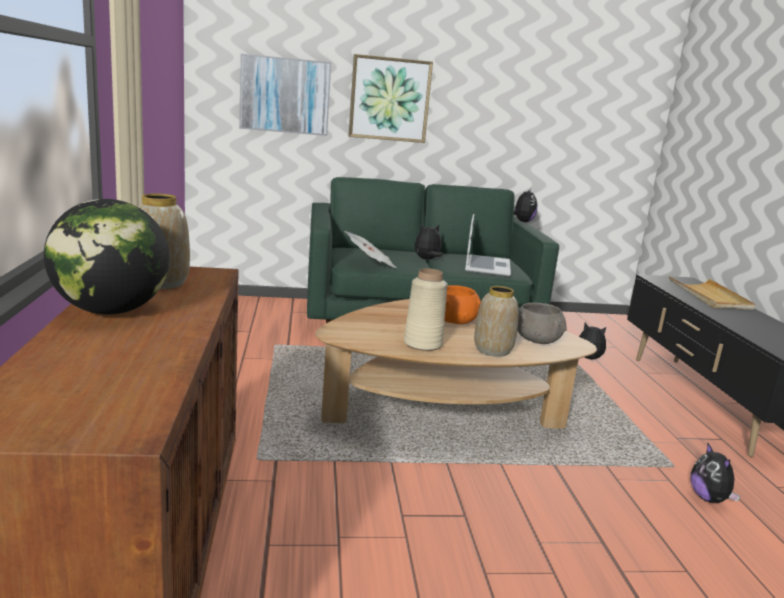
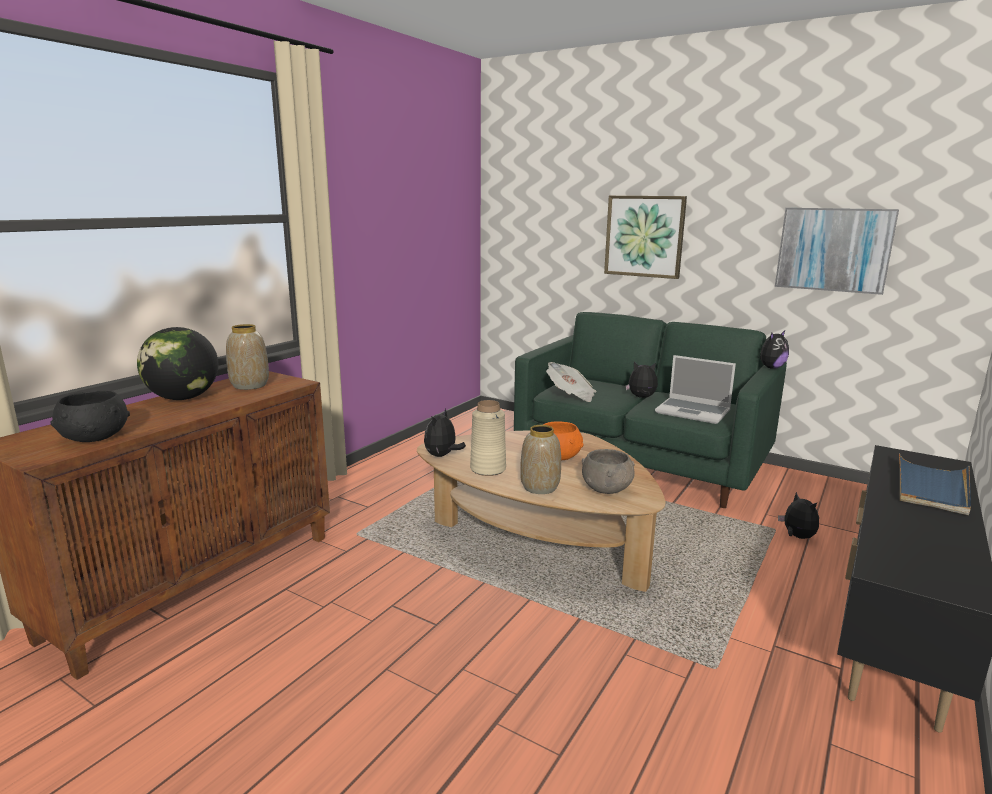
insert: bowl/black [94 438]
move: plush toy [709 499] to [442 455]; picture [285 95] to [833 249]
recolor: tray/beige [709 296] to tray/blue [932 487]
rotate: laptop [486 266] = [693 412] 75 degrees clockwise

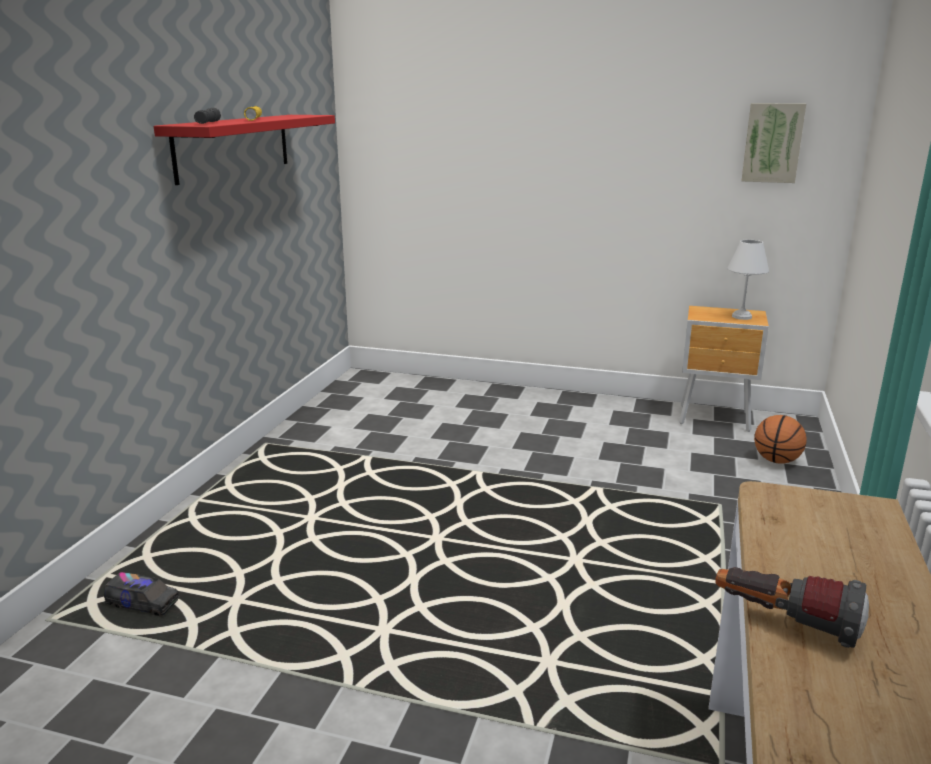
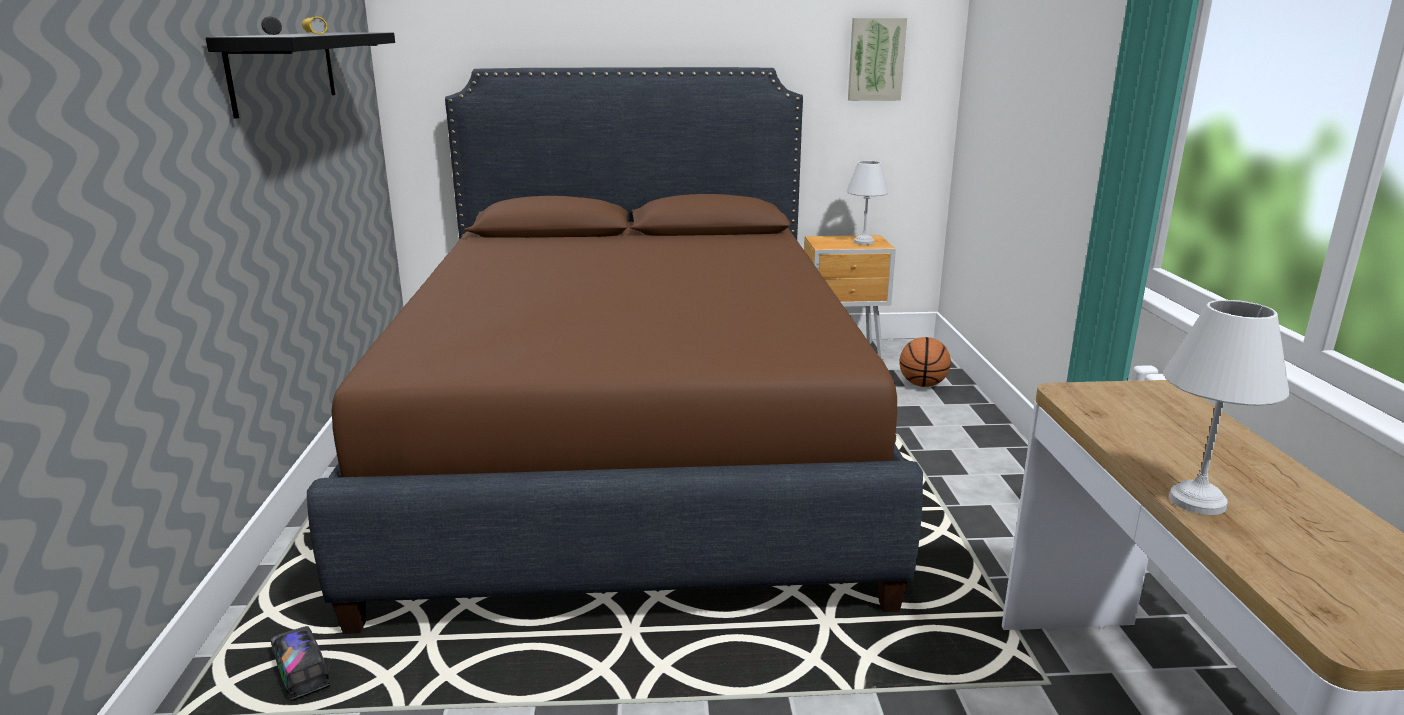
insert: bed/brown [631 446]
replace: flashlight [784 623] to table lamp/white [1194 500]
recolor: shelf/red [234 146] to shelf/black [284 70]
rotate: toy truck [143 605] = [301 671] 120 degrees counterclockwise

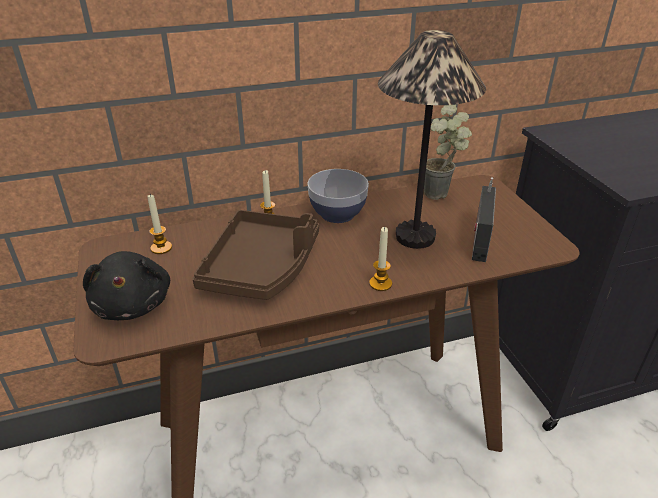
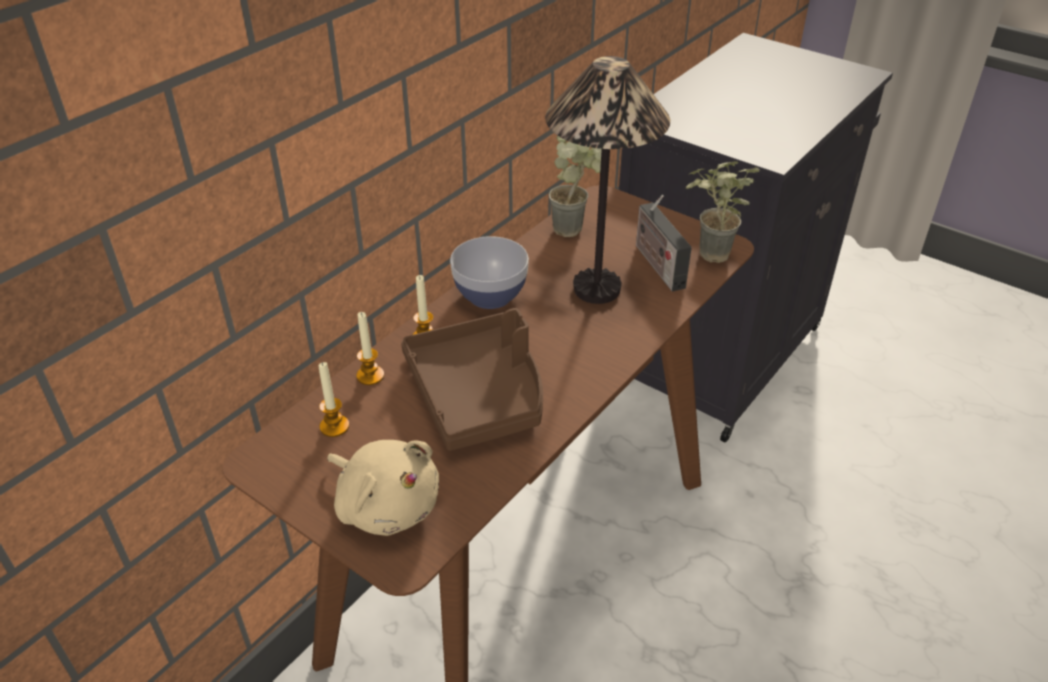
insert: potted plant [707 258]
move: candle [380 284] to [370 376]
recolor: plush toy/black [133 304] to plush toy/beige [386 505]

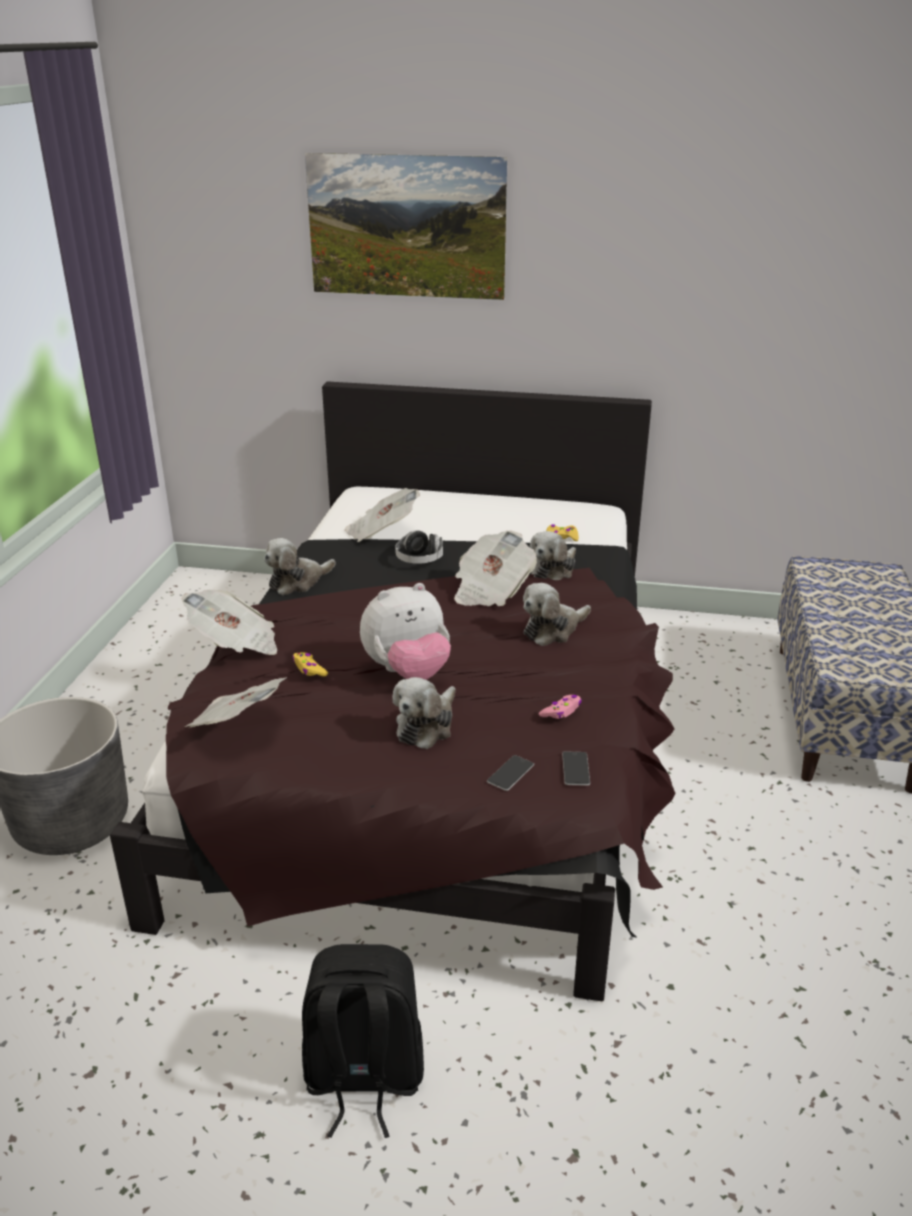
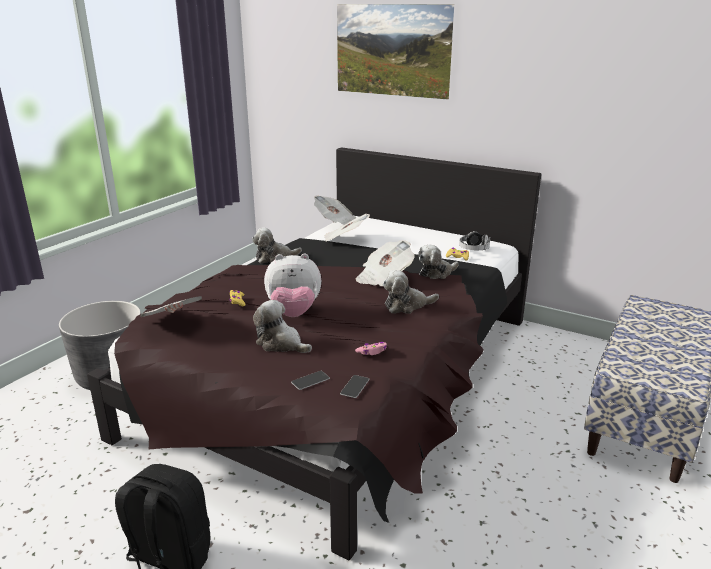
move: newspaper [235 644] to [336 223]; headphones [419 560] to [473 250]
rotate: plush toy [426 726] = [281 344] 75 degrees clockwise

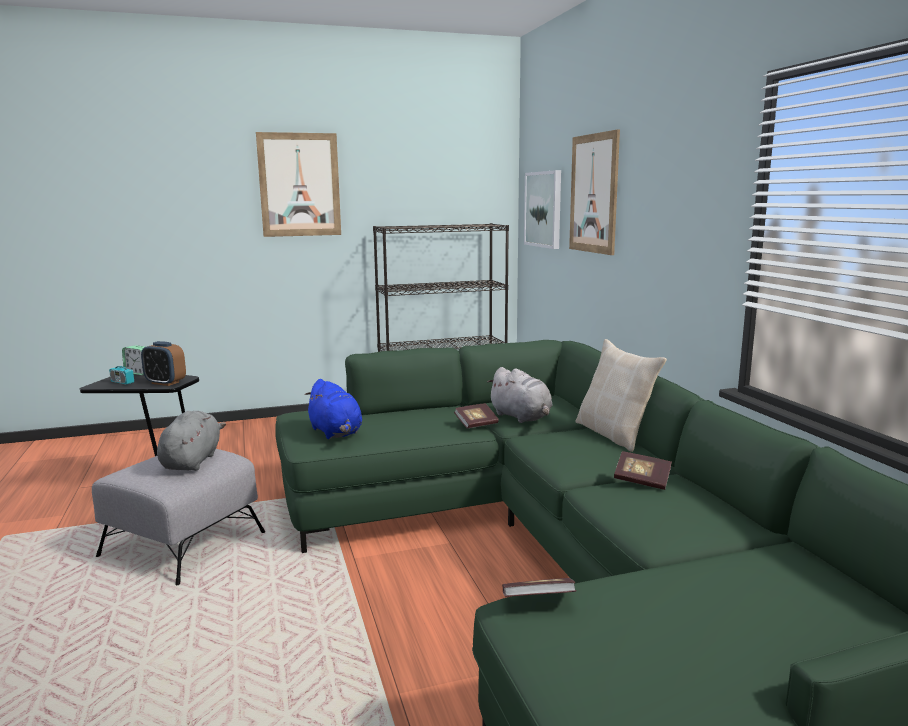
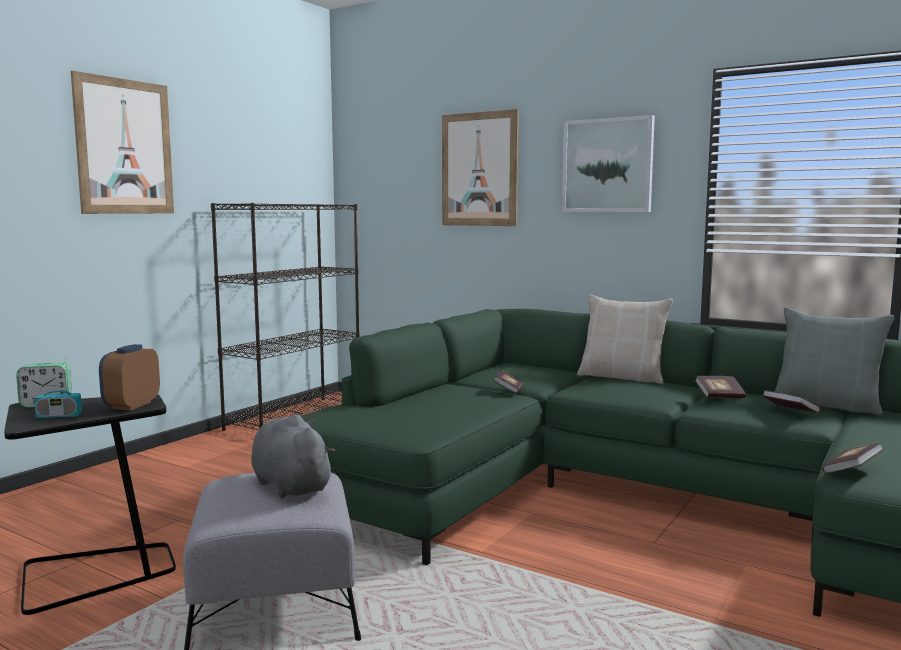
delete: plush toy/blue [336 433]; plush toy/grey [522 417]
insert: book [790 412]; pillow/grey [827 405]
move: picture [544 209] to [607 165]
rotate: alarm clock [165 383] = [131 405] 120 degrees clockwise

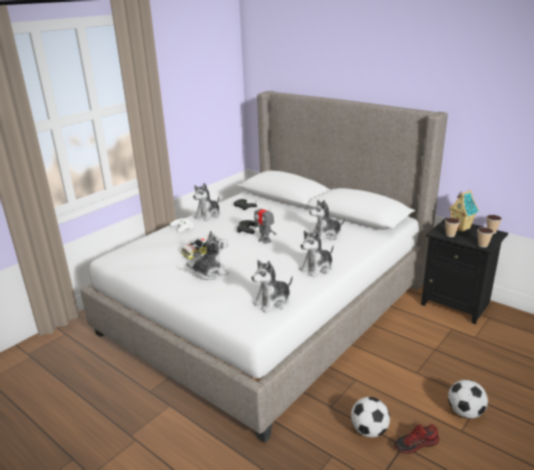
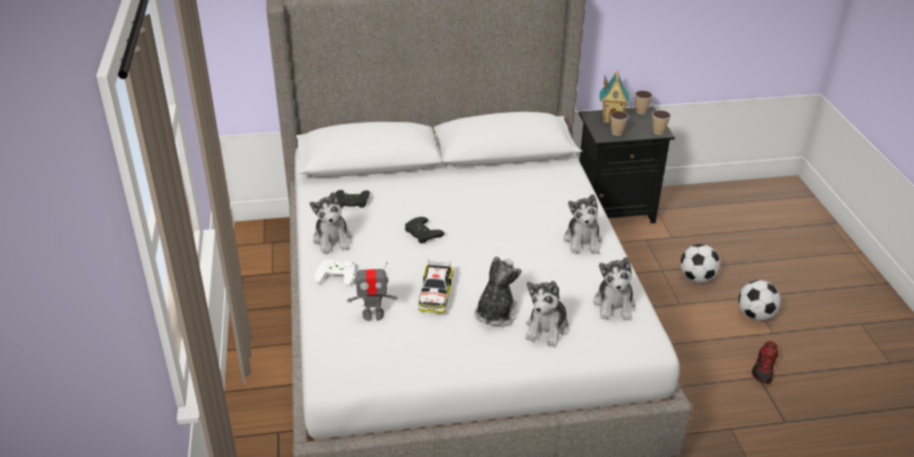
move: toy robot [265 240] to [373 314]; plush toy [326 235] to [547 328]; football [369 430] to [697 278]

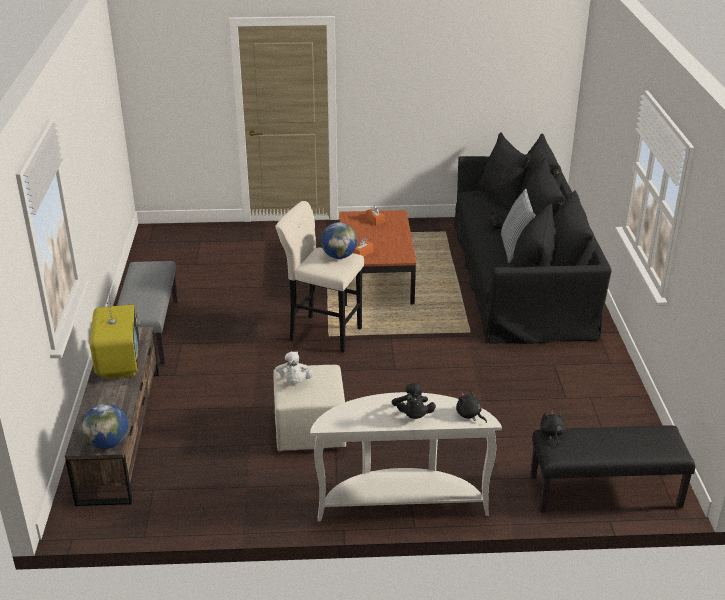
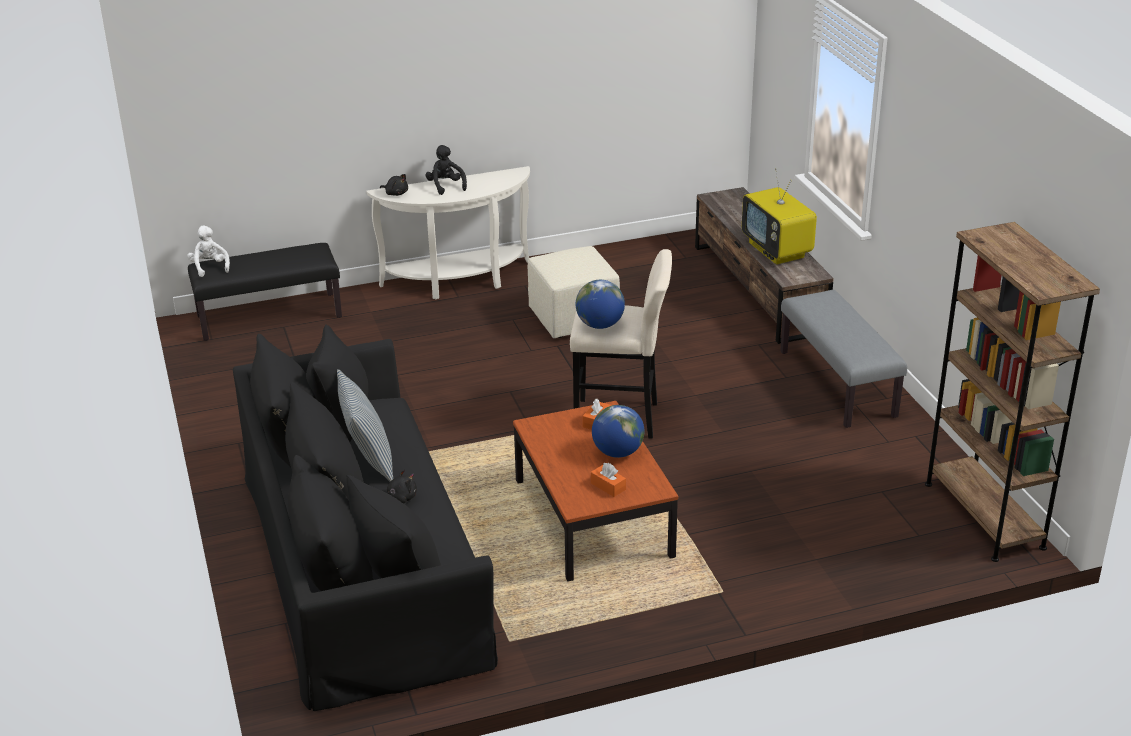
delete: plush toy/black [552 433]
insert: bookcase/brown [984 515]
move: plush toy/white [294 381] to [209 267]; globe [108 443] to [618 452]

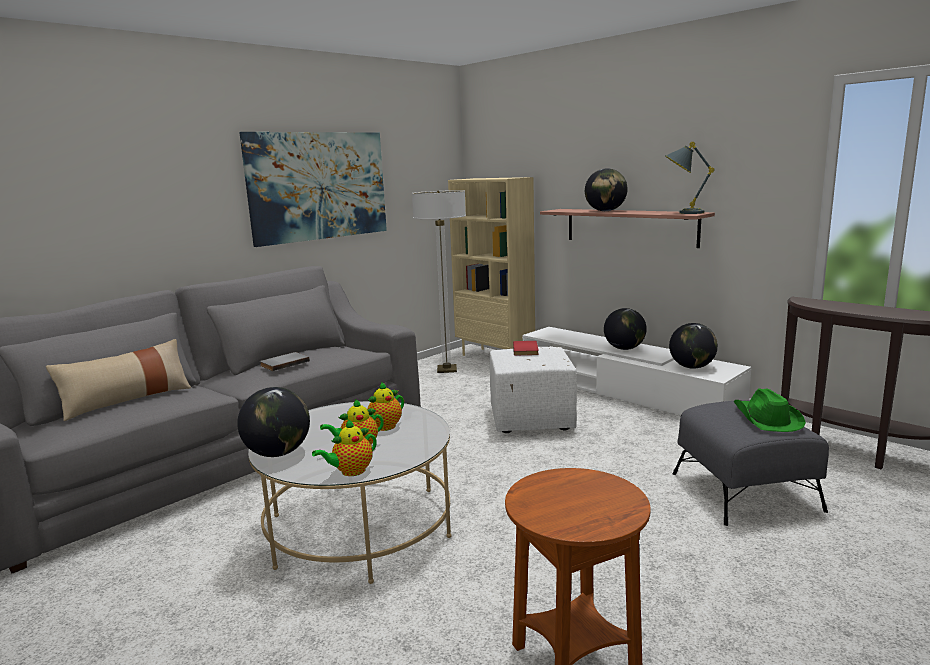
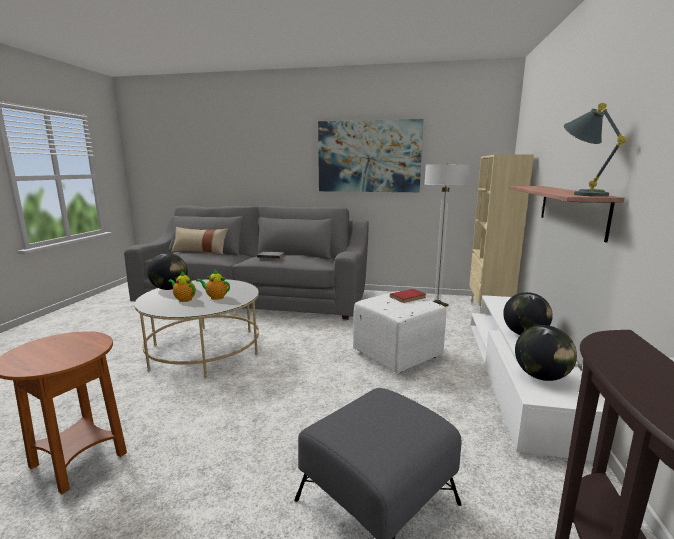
delete: teapot [350 471]; globe [605 211]; hat/green [766 418]

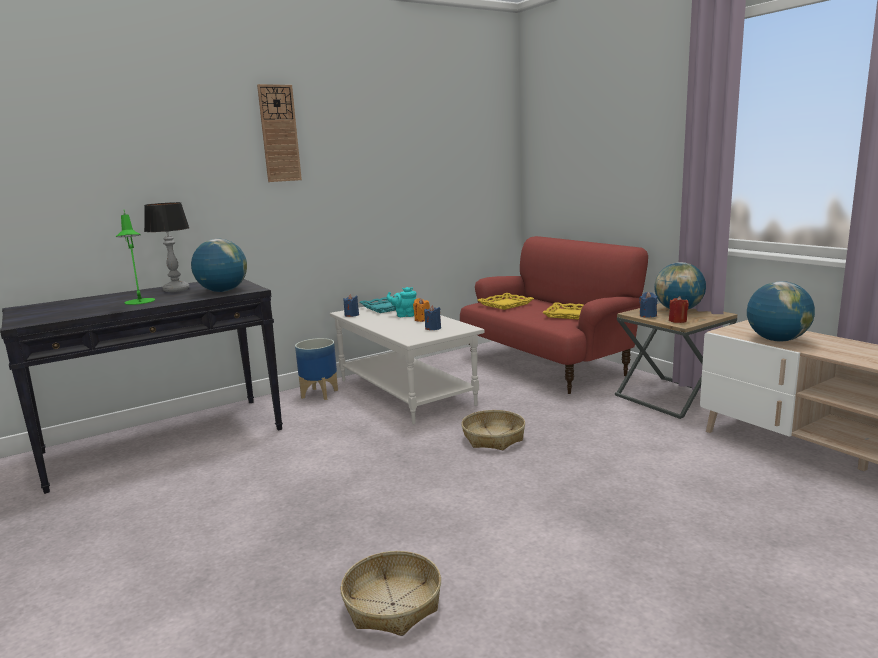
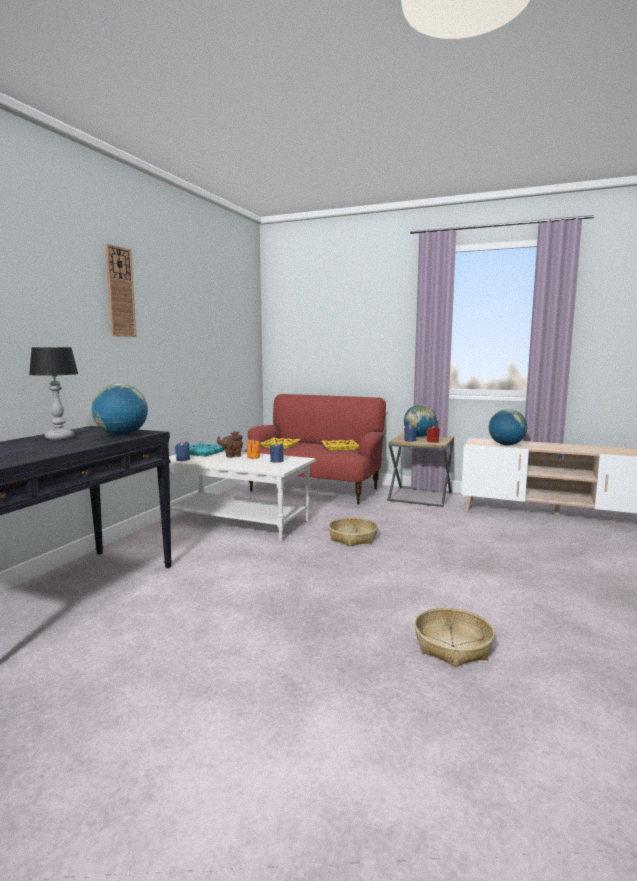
delete: table lamp/green [140 302]; planter [320 394]
recolor: teapot/turquoise [404 315] to teapot/brown [231 456]

